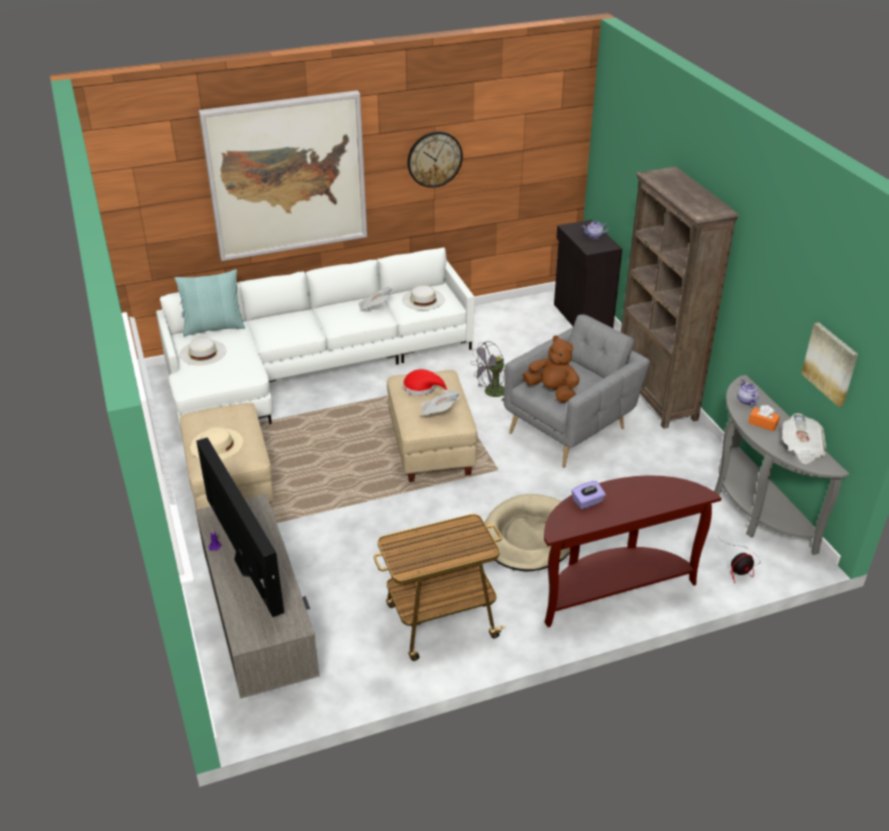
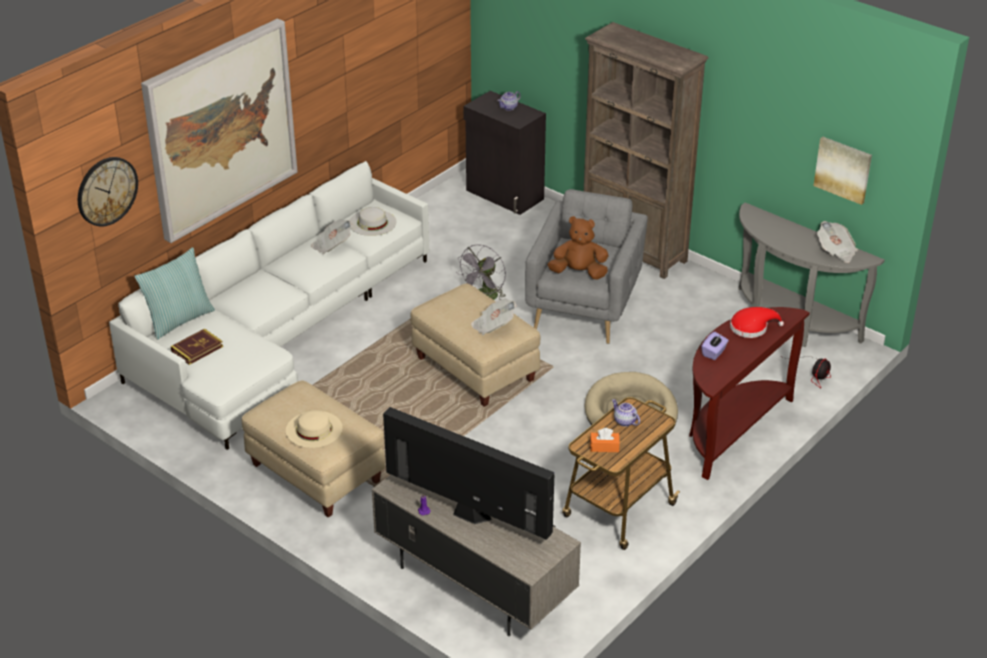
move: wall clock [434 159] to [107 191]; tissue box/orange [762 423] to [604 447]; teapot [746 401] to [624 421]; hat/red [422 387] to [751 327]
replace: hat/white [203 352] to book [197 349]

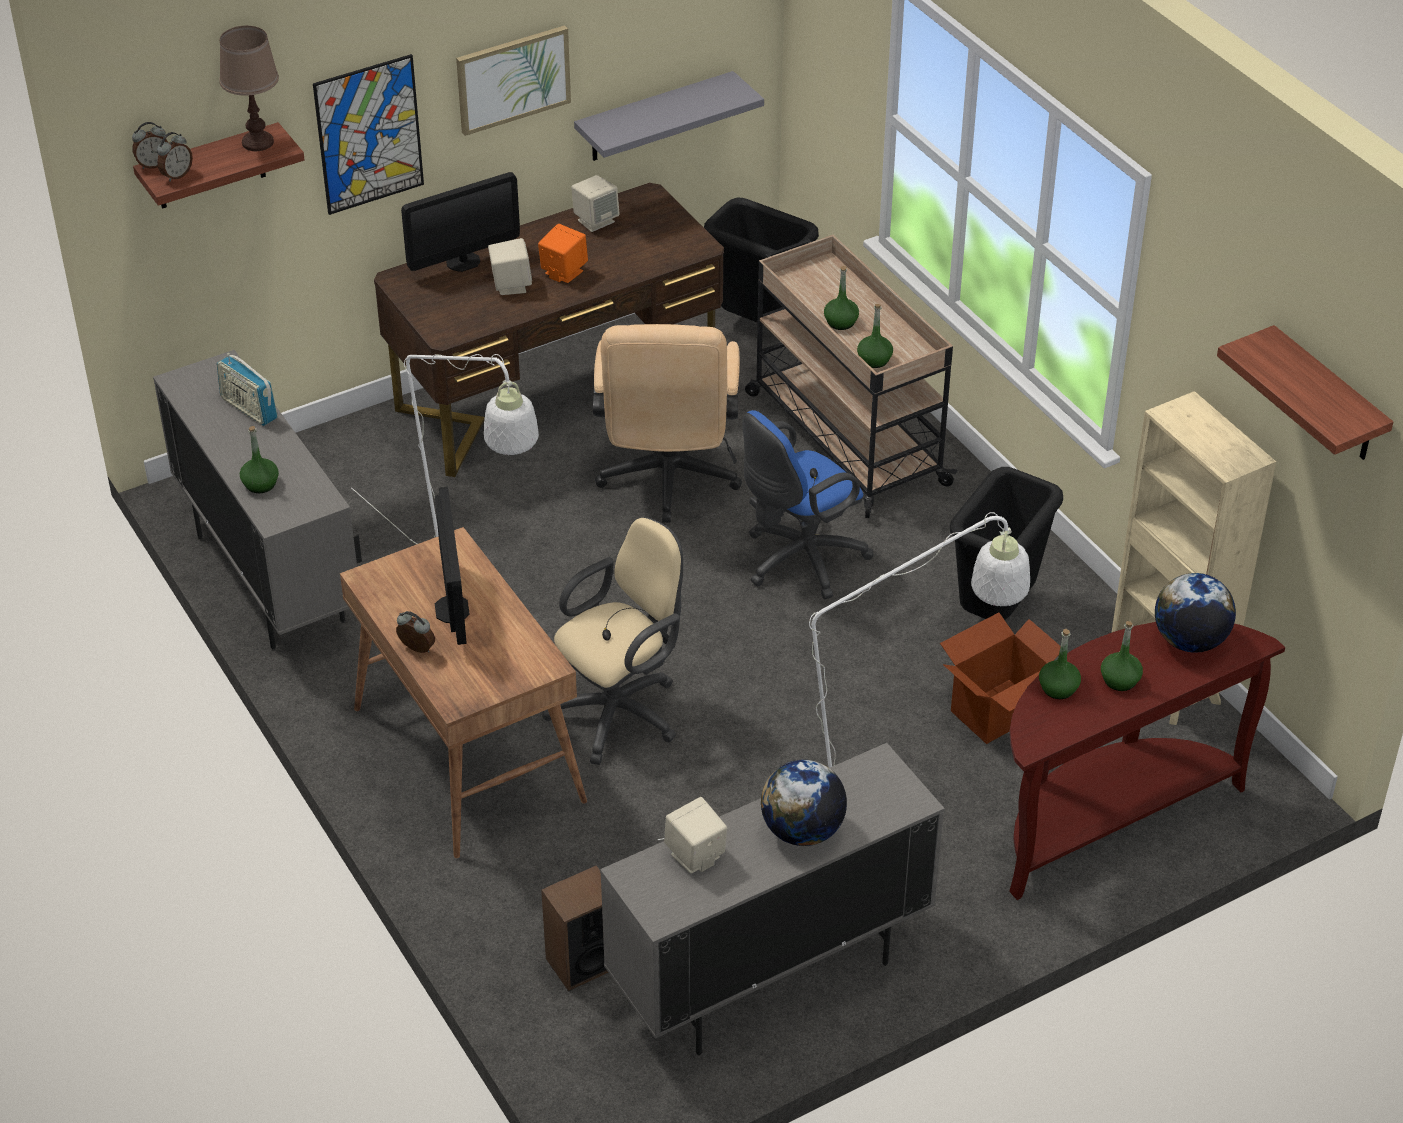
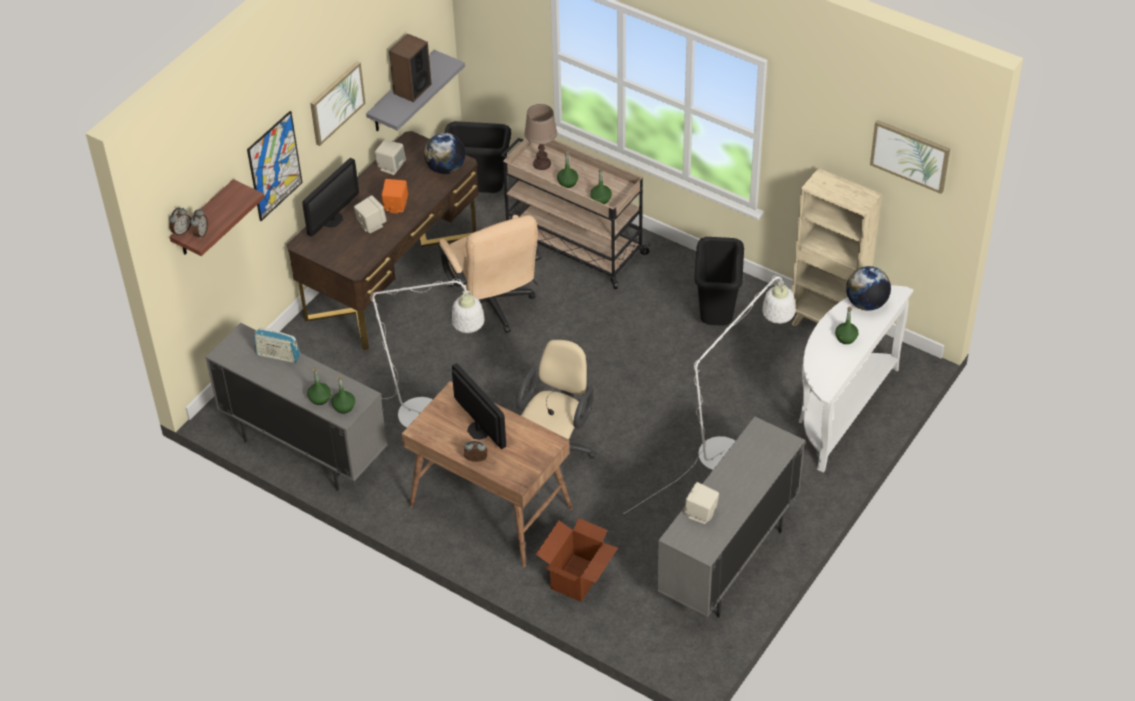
delete: office chair/blue [799 561]
move: bottle/green [1058 688] to [344 407]; speaker [583 962] to [412 89]; globe [802 831] to [446 168]; table lamp/brown [258 142] to [542 164]; cardboard box [998 712] to [578 578]
replace: shelf [1327 397] to picture [910 155]
recolor: console table/brown [1107 816] to console table/white [840 410]

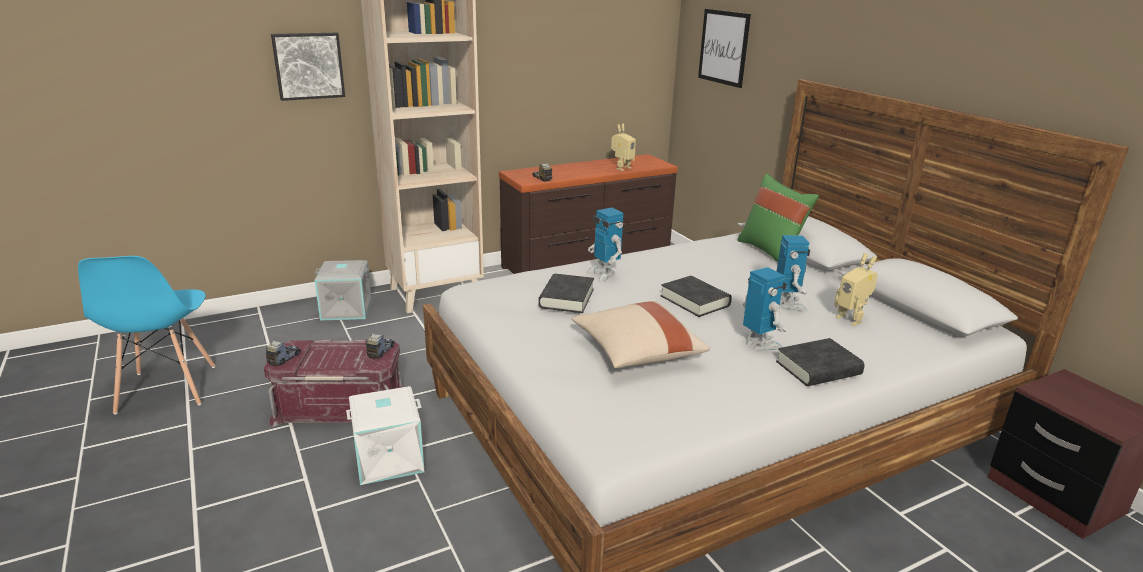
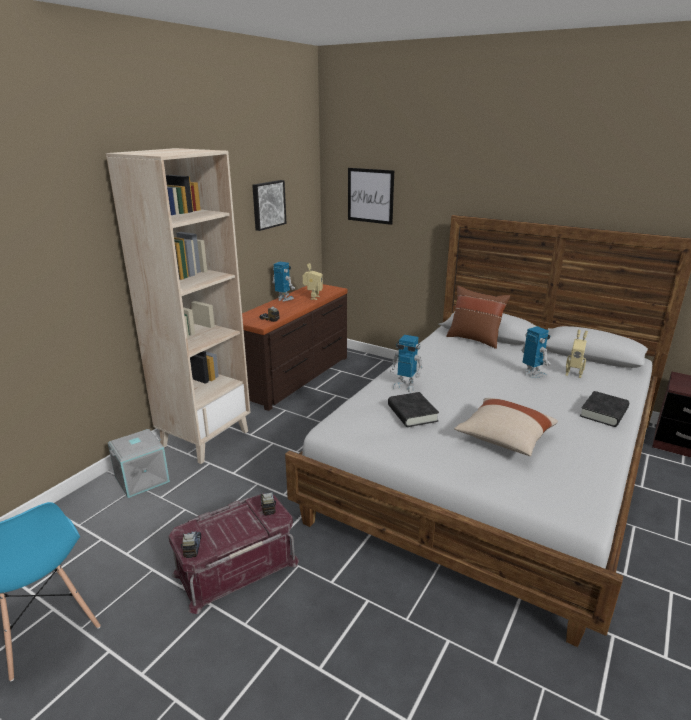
delete: storage box/white [389 458]; book/black [695 301]
move: picture [308 65] to [268 204]; toy robot [759 344] to [284 299]
recolor: pillow/green [771 252] to pillow/brown [474 339]

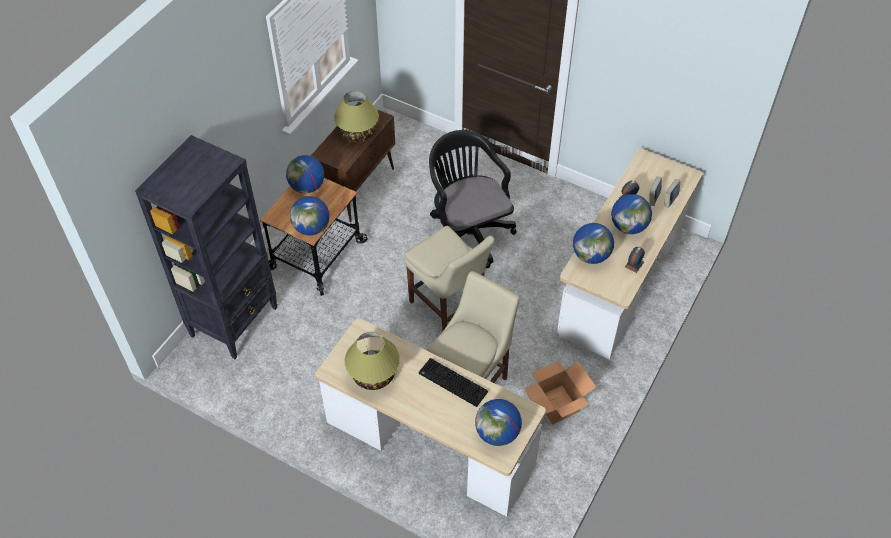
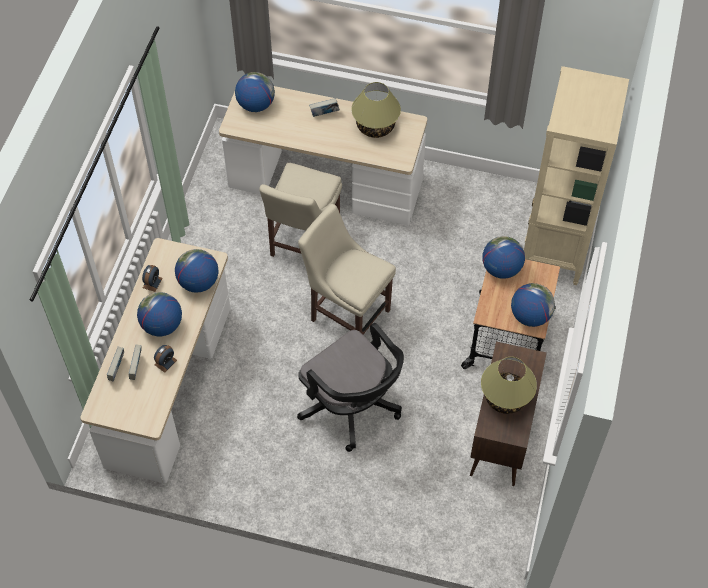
delete: keyboard [451 383]; cardboard box [558 405]
insert: book [324 115]
recolor: bookcase/black [235 321] to bookcase/beige [554 250]

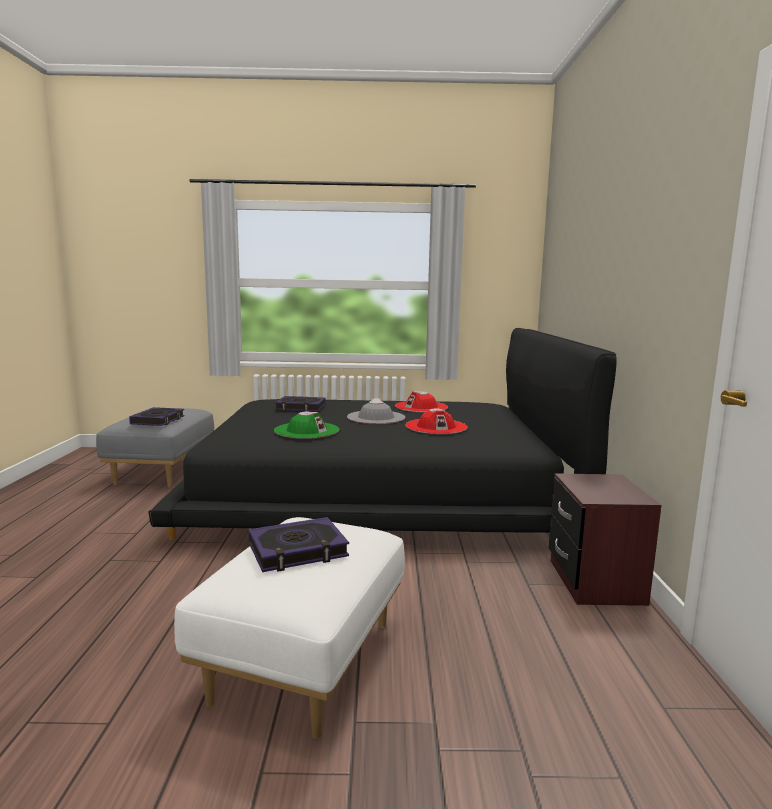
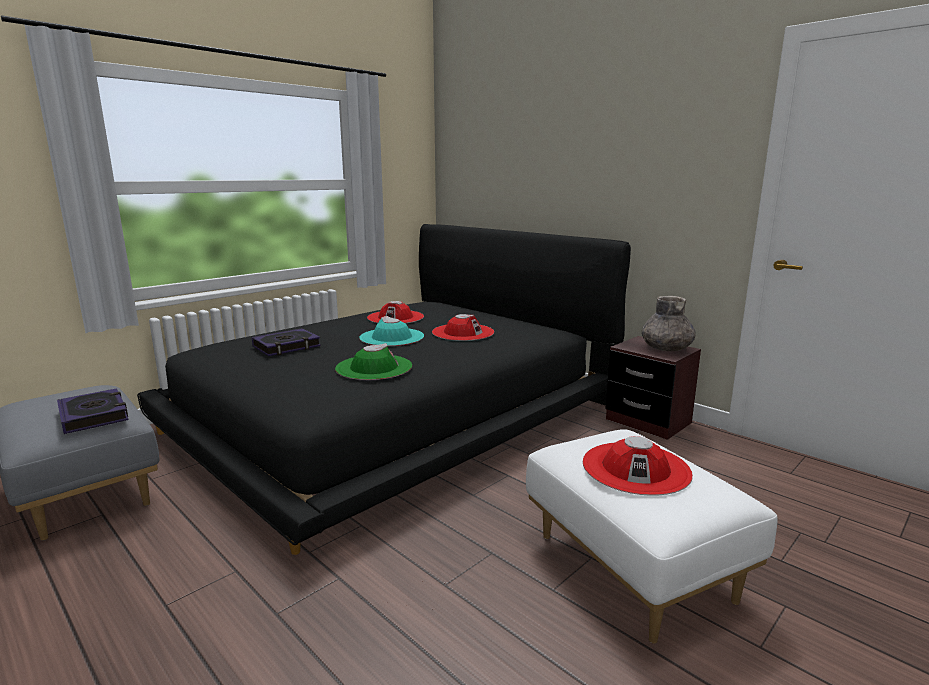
insert: vase/grey [666 348]
replace: book [298 551] to hat/red [636 468]
recolor: hat/grey [376 417] to hat/turquoise [392 337]

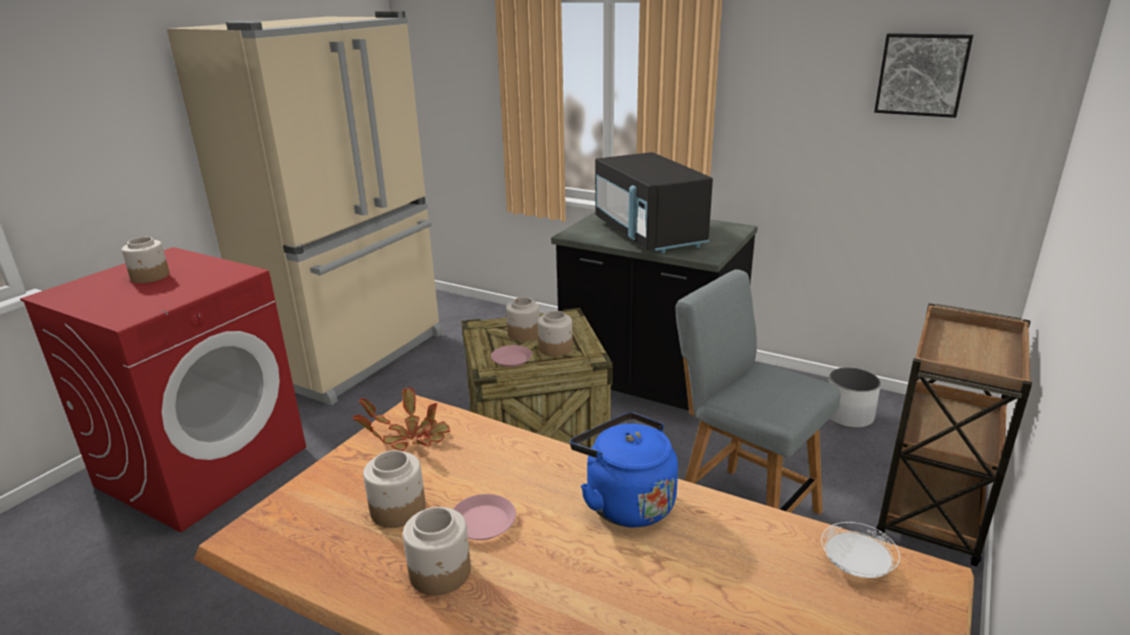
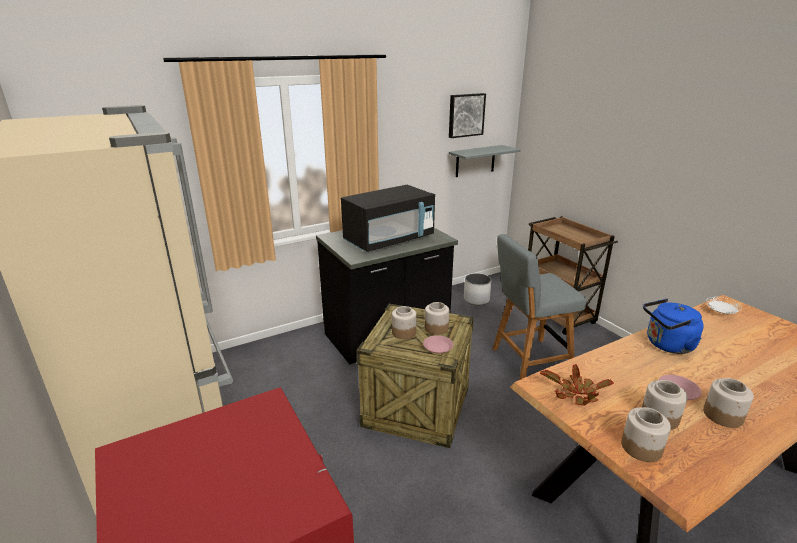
insert: shelf/grey [475 161]
move: jar [150 276] to [641 447]
rotate: microwave/black [648 234] = [389 240] 45 degrees counterclockwise

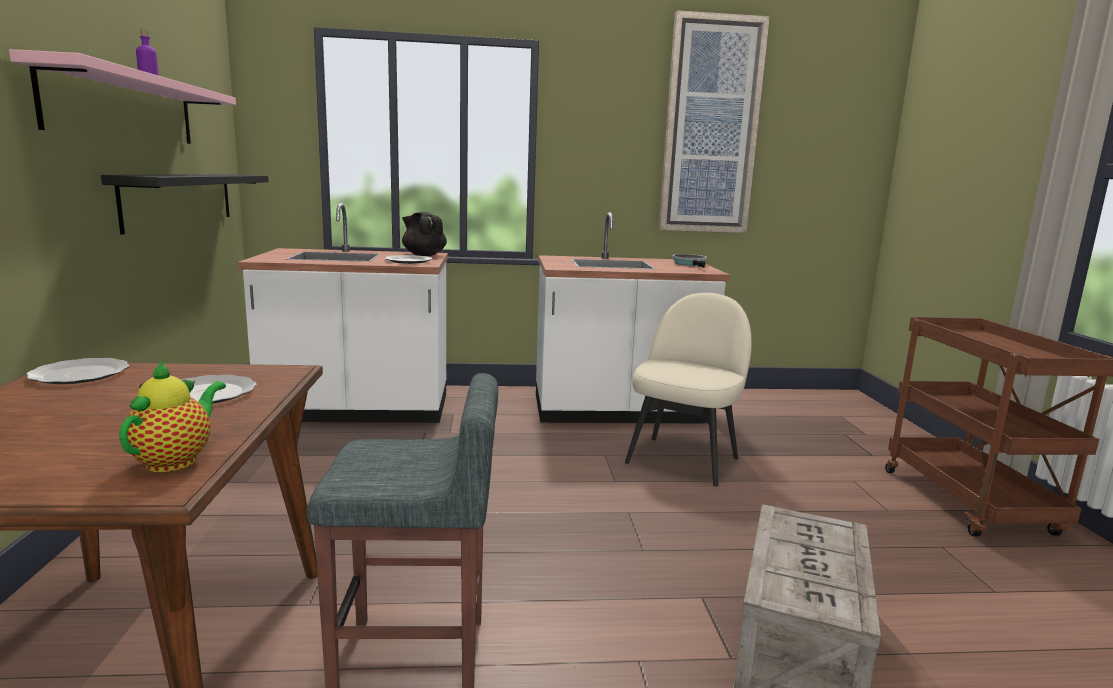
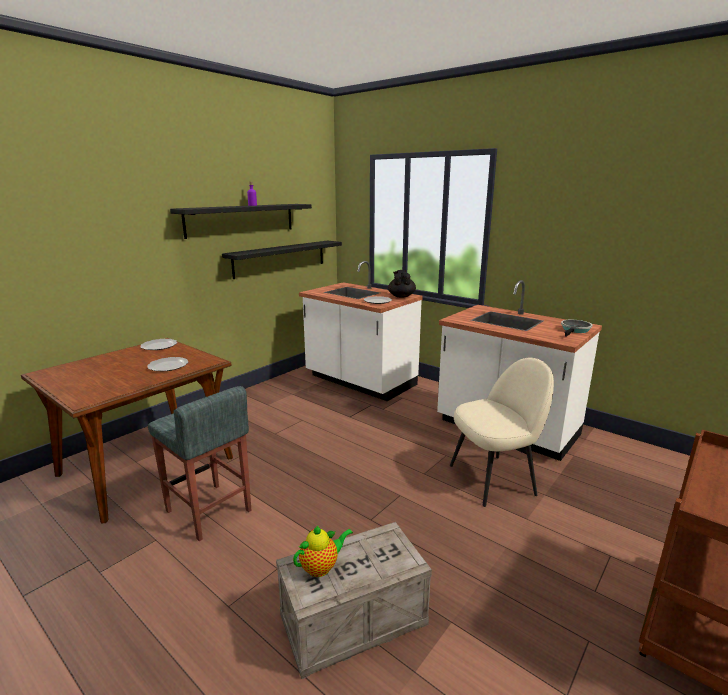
delete: picture [711 127]
move: teapot [176 460] to [321 567]
recolor: shelf/pink [125 108] to shelf/black [241 219]

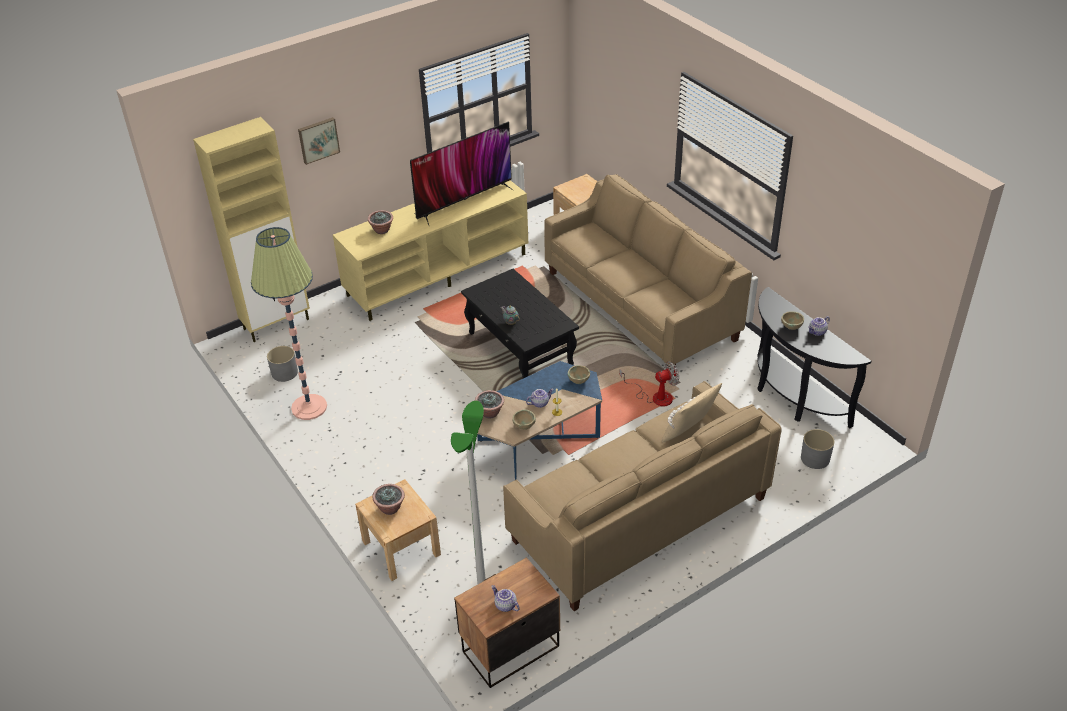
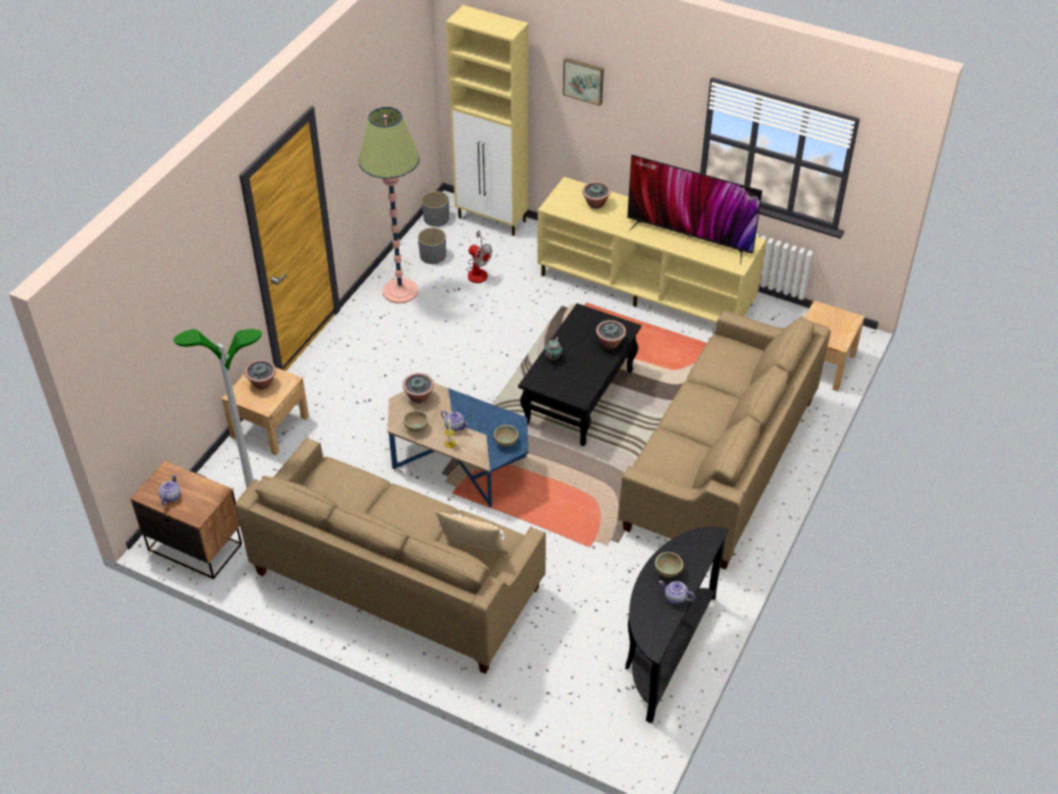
insert: potted plant [610 343]
move: planter/grey [815 459] to [436 218]; fan [655 396] to [478 271]

